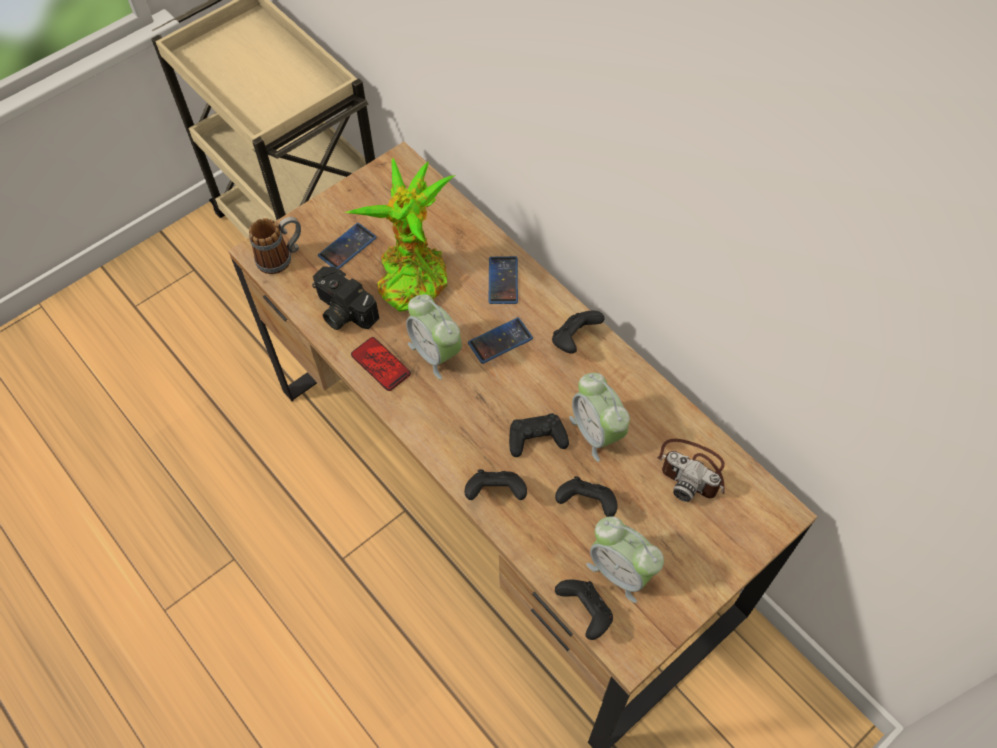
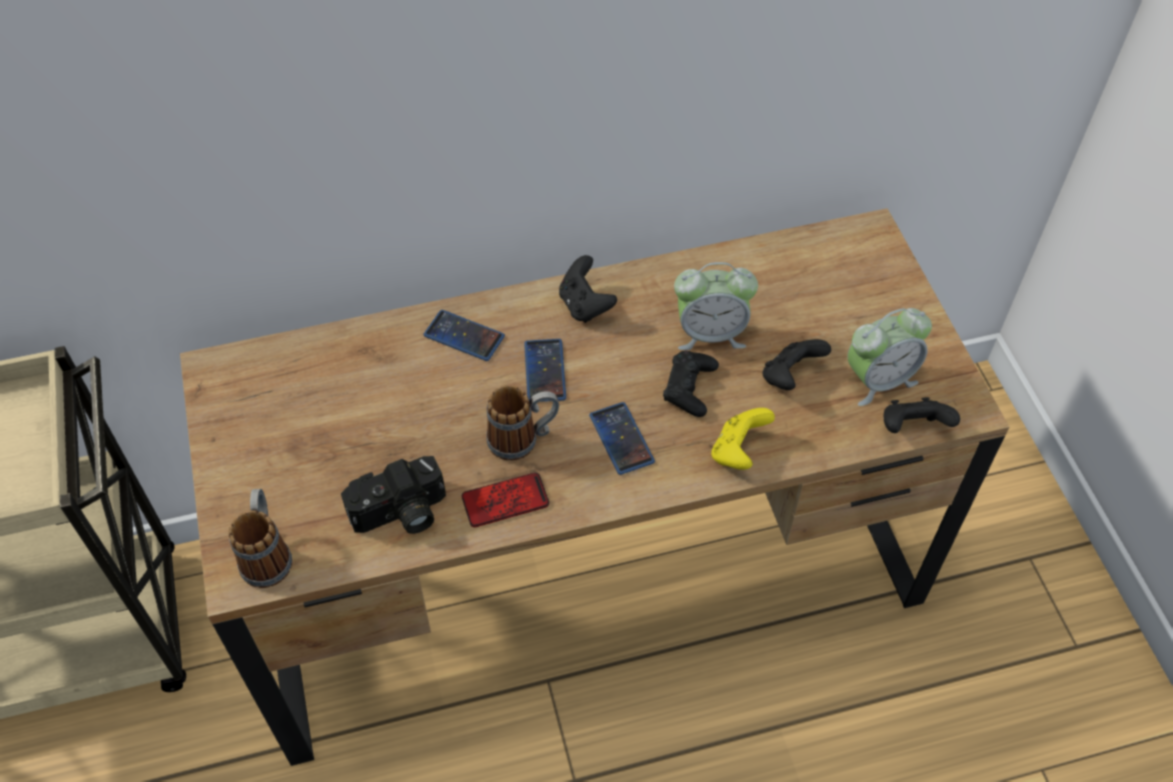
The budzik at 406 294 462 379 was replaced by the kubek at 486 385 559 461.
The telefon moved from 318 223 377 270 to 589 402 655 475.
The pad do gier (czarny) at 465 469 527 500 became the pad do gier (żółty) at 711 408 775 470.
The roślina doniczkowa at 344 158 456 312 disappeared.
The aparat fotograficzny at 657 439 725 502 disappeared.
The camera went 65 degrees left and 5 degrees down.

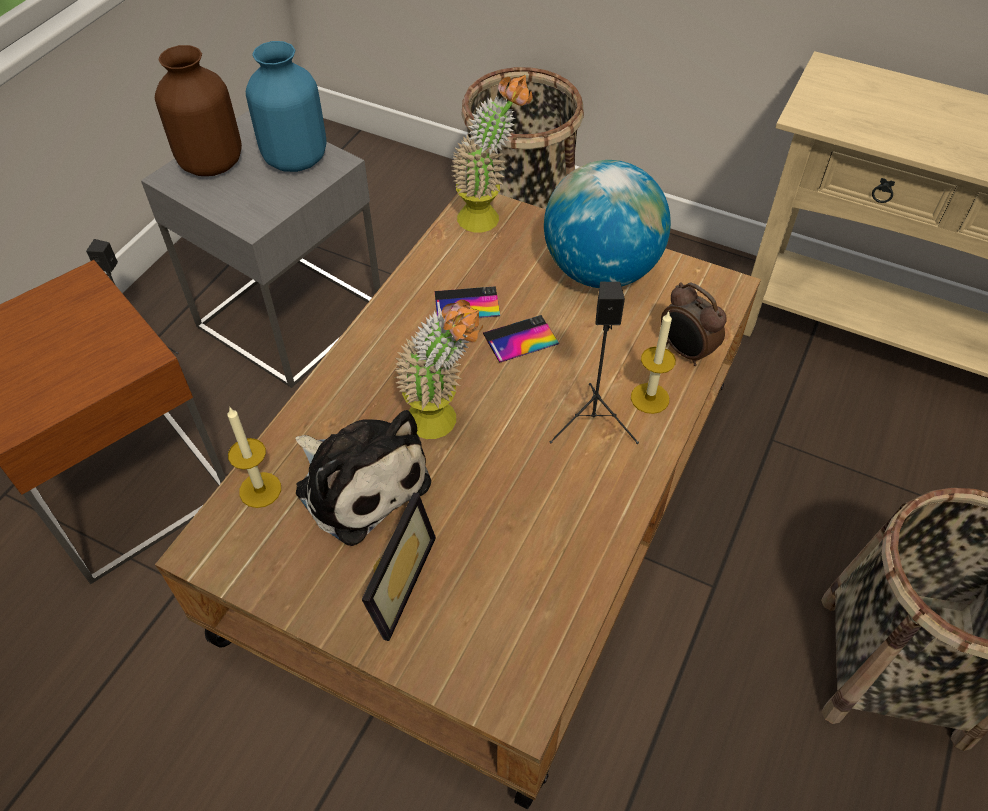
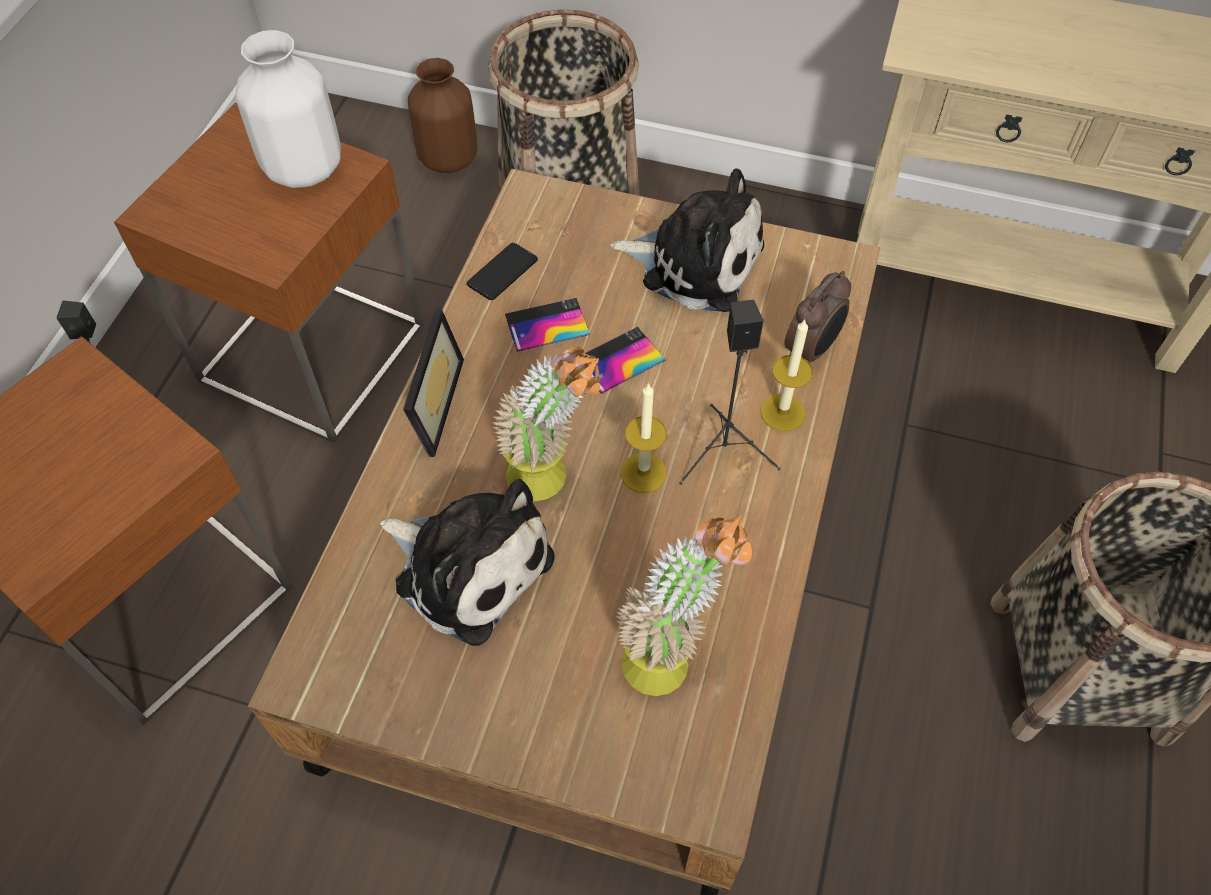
The stolik (szary) at 141 110 380 388 became the stolik (brązowy) at 114 103 424 443.
The wazon (niebieski) at 246 41 326 172 became the wazon (biały) at 236 30 341 188.
The ramka na zdjęcie moved from 361 492 436 641 to 403 309 464 457.
The wazon (brązowy) moved from 155 45 242 176 to 408 58 478 173.
The telefon at 467 243 538 300 appeared.
The globus at 544 160 671 288 was replaced by the pluszak at 610 168 764 312.
The roślina doniczkowa moved from 452 75 532 232 to 616 516 753 696.
The świeca moved from 227 408 281 508 to 621 383 667 493.
The budzik at 661 282 727 366 turned 90 degrees counterclockwise.
The camera went 10 degrees left and 5 degrees up.

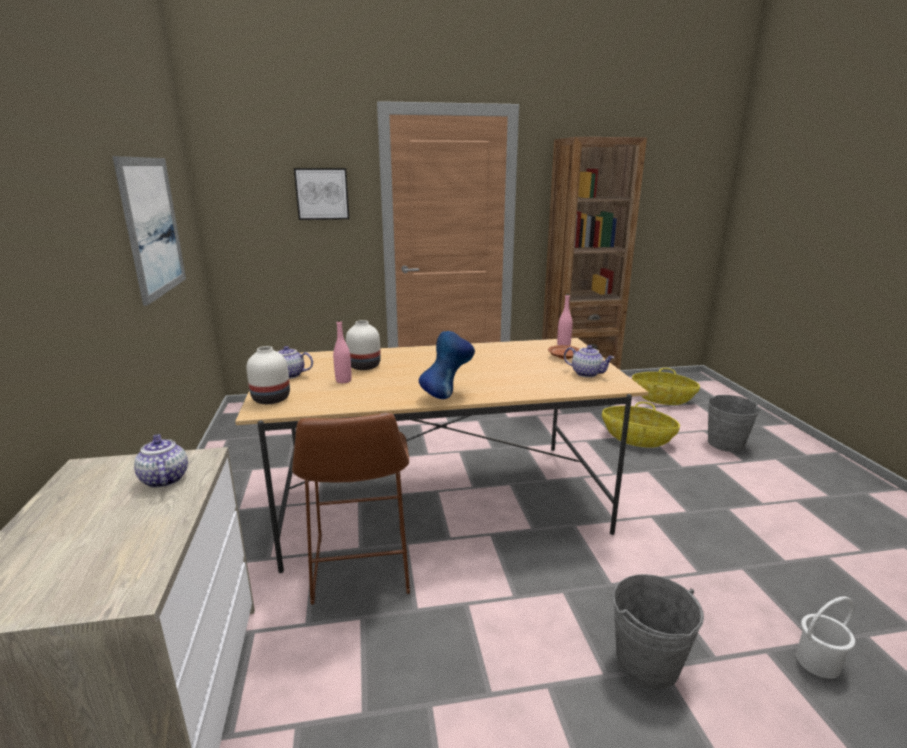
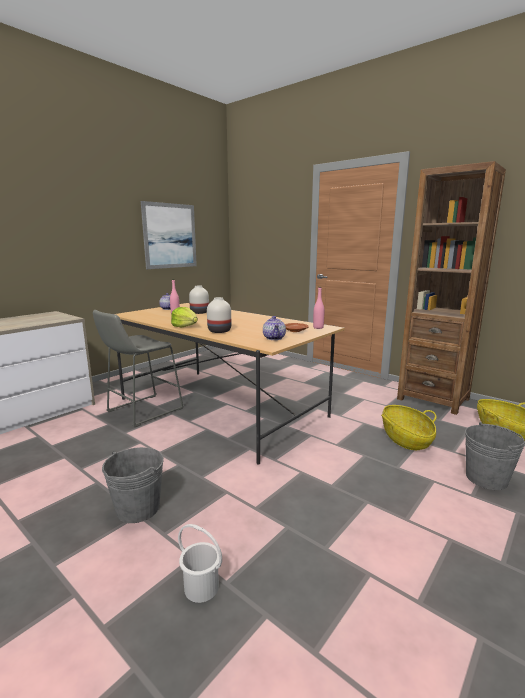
The stołek (brązowy) at 292 413 410 605 became the stołek (szary) at 93 310 184 427.
The wazon (niebieski) at 419 331 475 399 was replaced by the sałata at 171 307 198 328.
The wazon (biały) moved from 246 346 290 404 to 207 297 231 333.
The imbryk at 134 434 188 488 disappeared.
The obraz at 294 168 349 220 disappeared.
The camera went 50 degrees right and 5 degrees down.

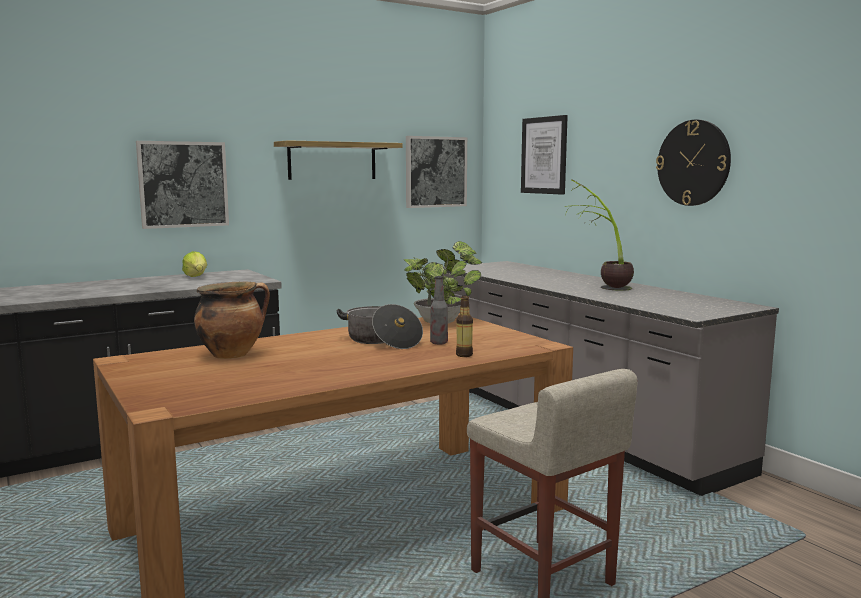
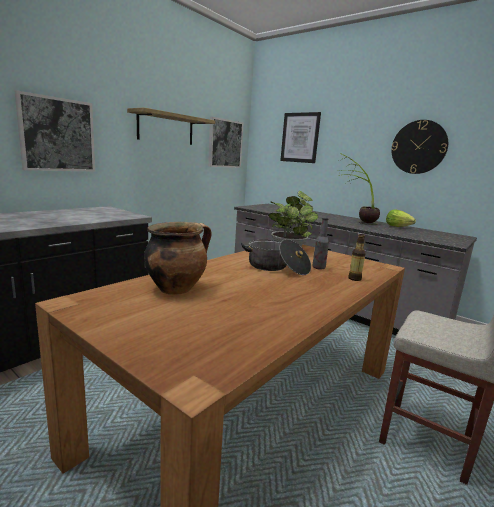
The sałata moved from 182 251 207 277 to 386 209 416 227.
The camera went 20 degrees left and 5 degrees up.

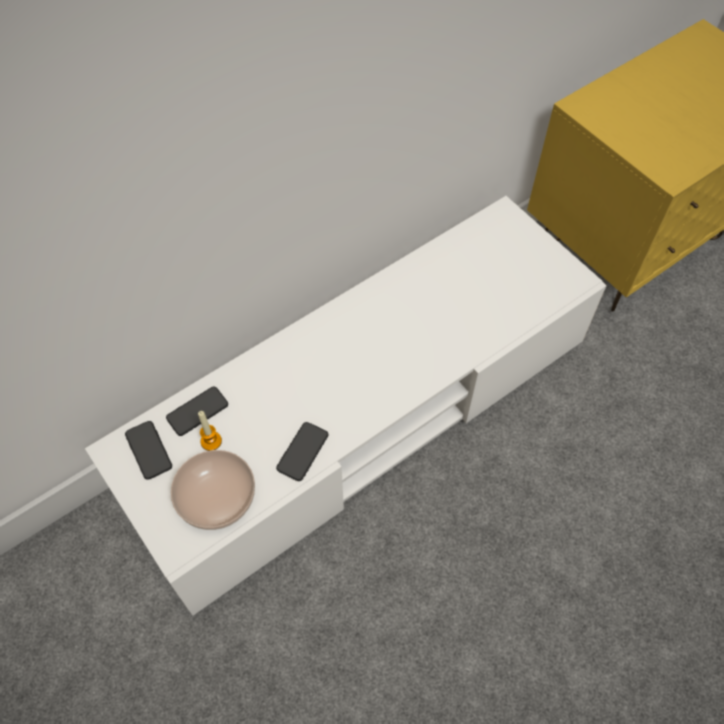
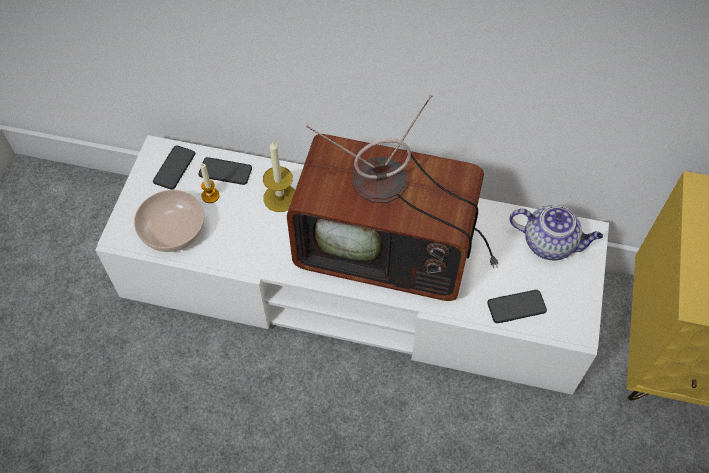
The świeca at 263 141 295 212 appeared.
The telewizor at 287 94 498 301 appeared.
The telefon moved from 276 422 329 481 to 488 290 547 323.
The imbryk at 510 205 603 260 appeared.
The camera went 50 degrees right and 0 degrees up.

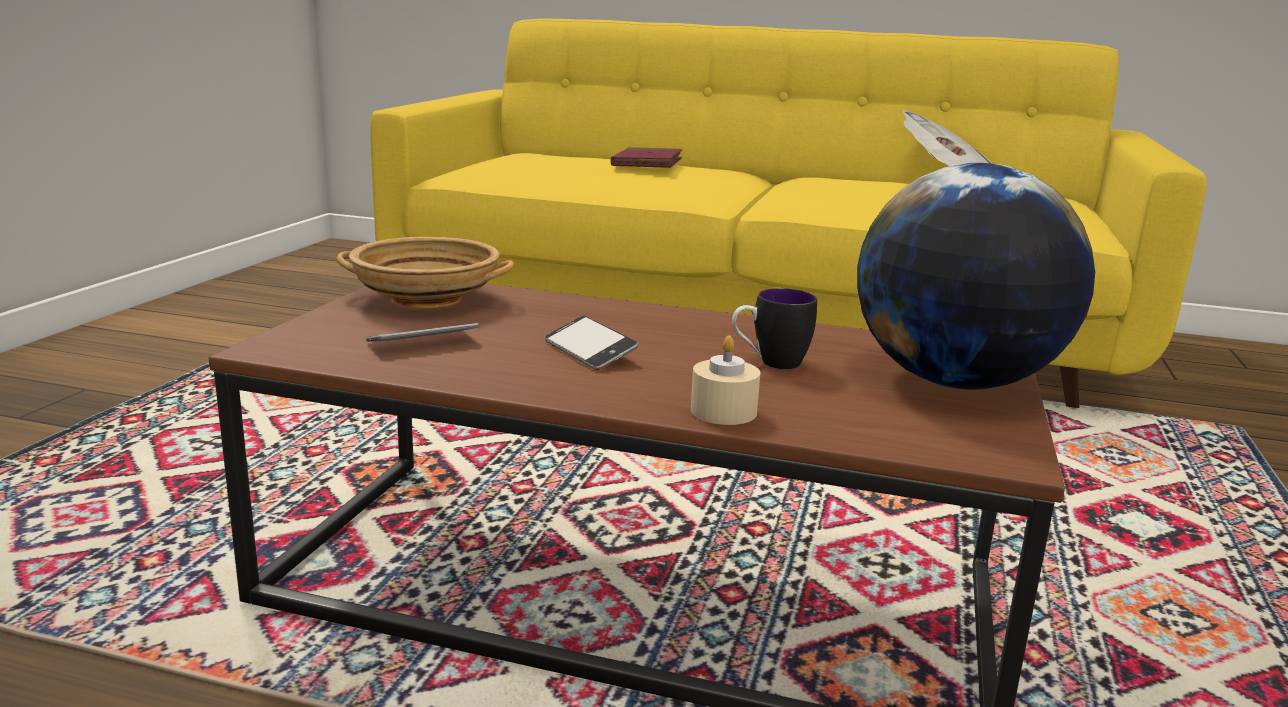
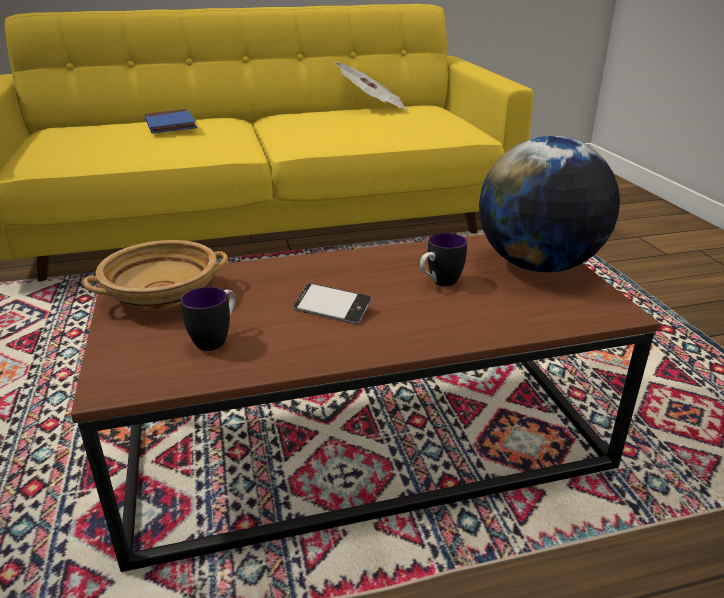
The książka (czerwony) at 611 147 682 168 became the książka (niebieski) at 145 109 197 134.
The telefon at 366 323 479 342 was replaced by the kubek at 181 287 236 351.
The świeca (beżowy) at 691 335 760 425 disappeared.
The camera went 30 degrees left and 10 degrees up.

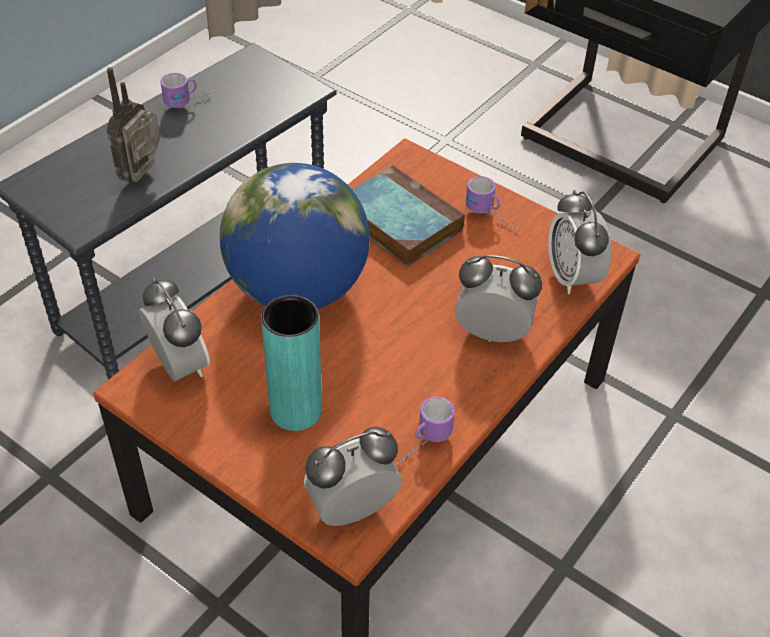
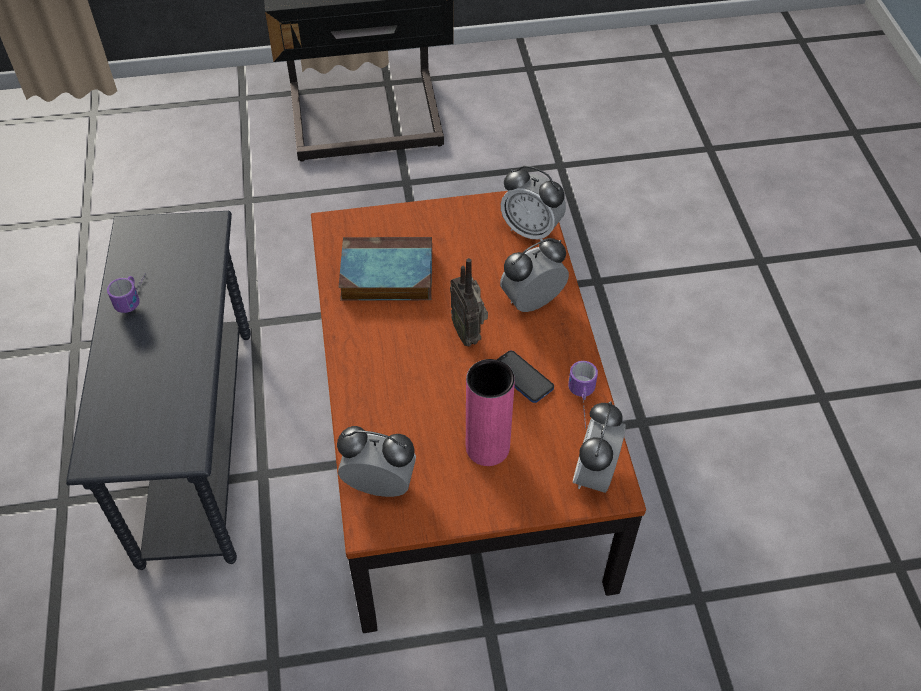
The radio moved from 107 67 160 182 to 450 258 488 347.
The wazon (turkusowy) at 261 295 322 431 became the wazon (różowy) at 466 359 515 466.
The telefon at 496 351 554 403 appeared.
The globus at 220 163 370 309 disappeared.
The kubek at 466 176 518 231 disappeared.
The camera went 45 degrees left and 5 degrees up.

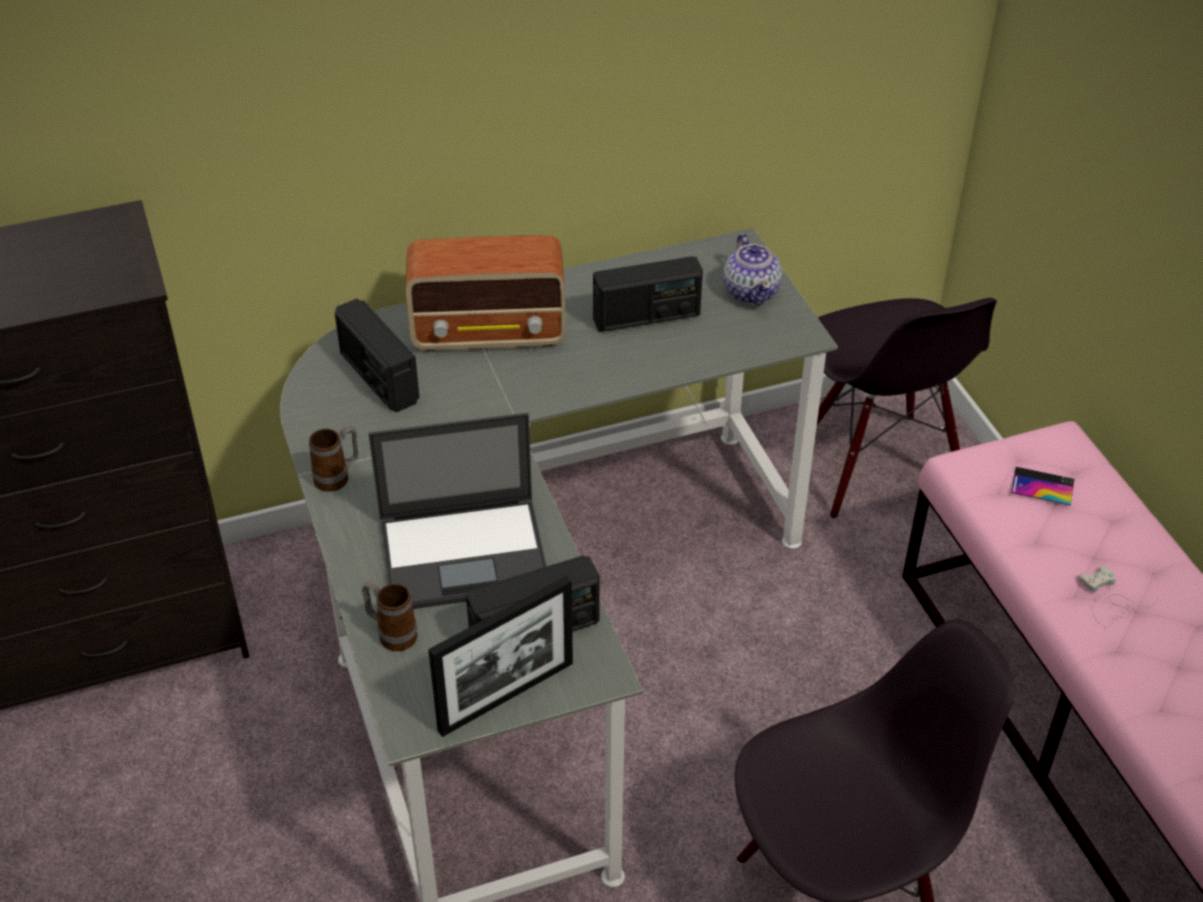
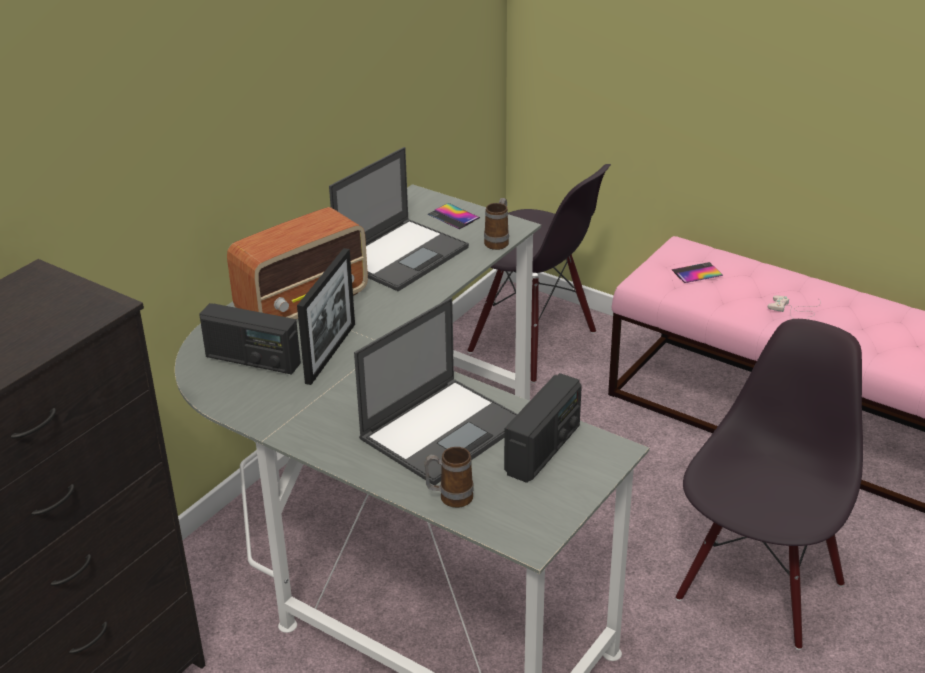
The ramka na zdjęcie moved from 428 576 573 737 to 297 248 355 385.
The radio at 593 256 703 332 was replaced by the laptop at 329 147 469 291.
The imbryk at 723 234 782 305 was replaced by the telefon at 428 203 480 229.
The kubek moved from 309 426 358 492 to 484 198 509 250.
The camera went 35 degrees left and 10 degrees down.

